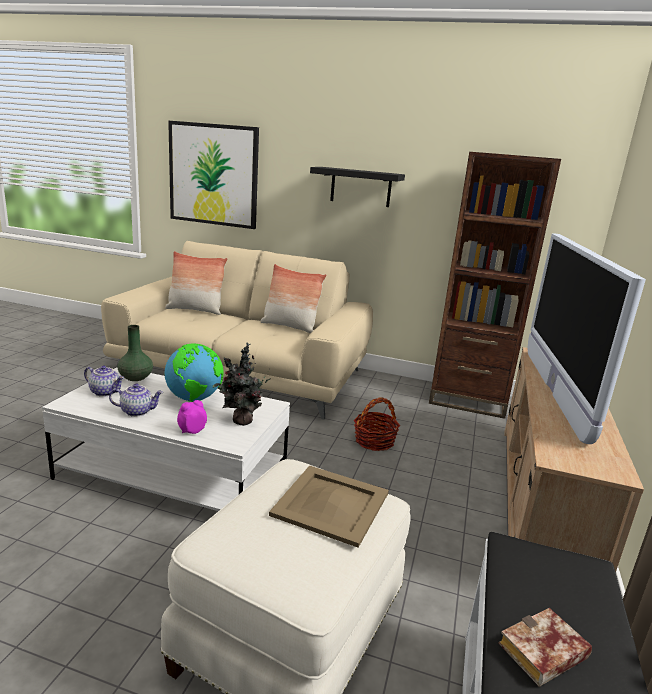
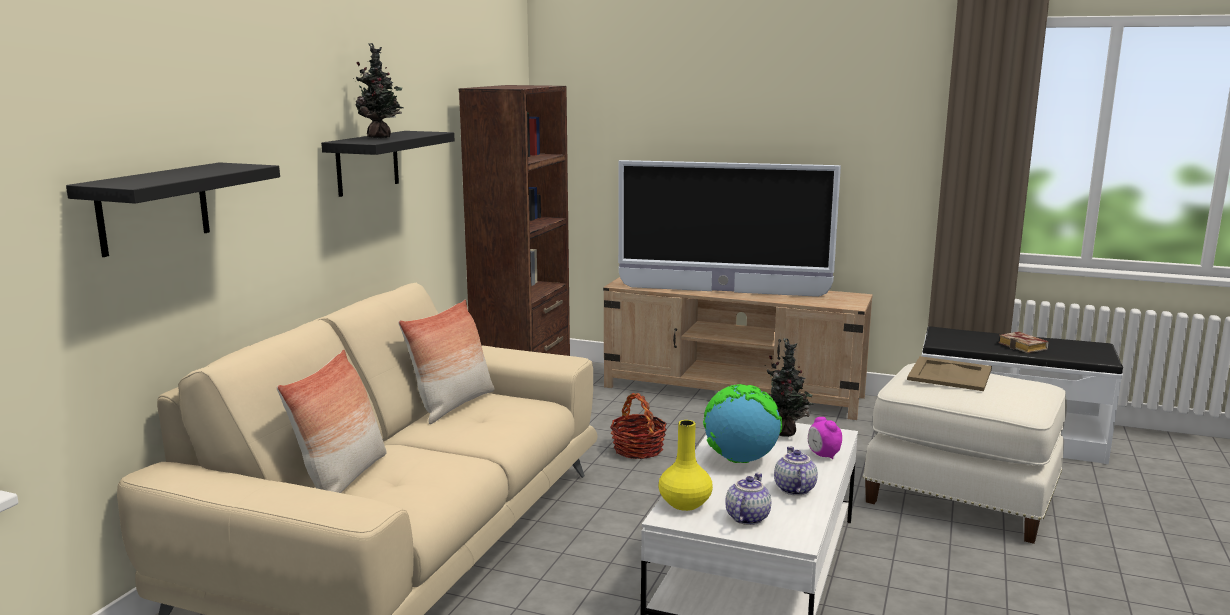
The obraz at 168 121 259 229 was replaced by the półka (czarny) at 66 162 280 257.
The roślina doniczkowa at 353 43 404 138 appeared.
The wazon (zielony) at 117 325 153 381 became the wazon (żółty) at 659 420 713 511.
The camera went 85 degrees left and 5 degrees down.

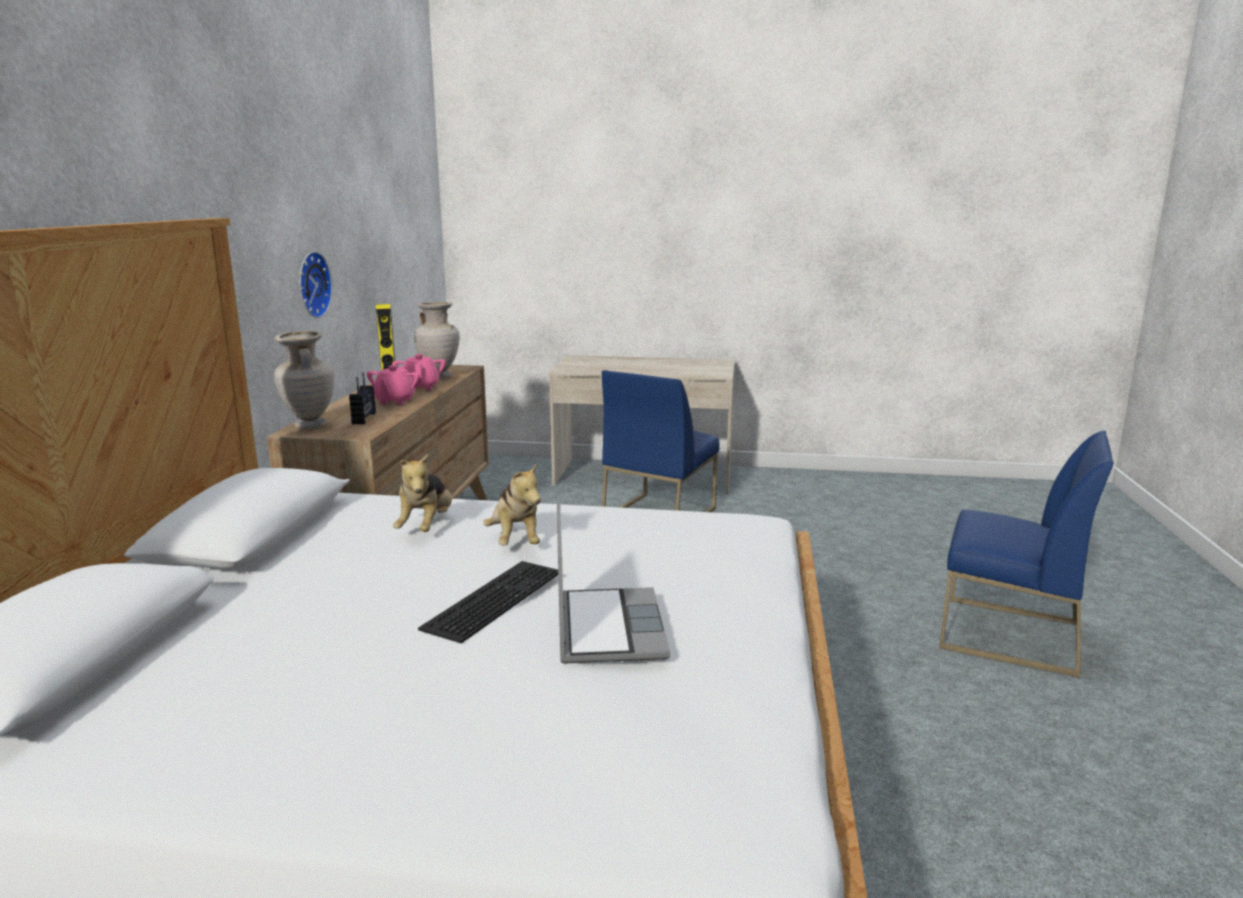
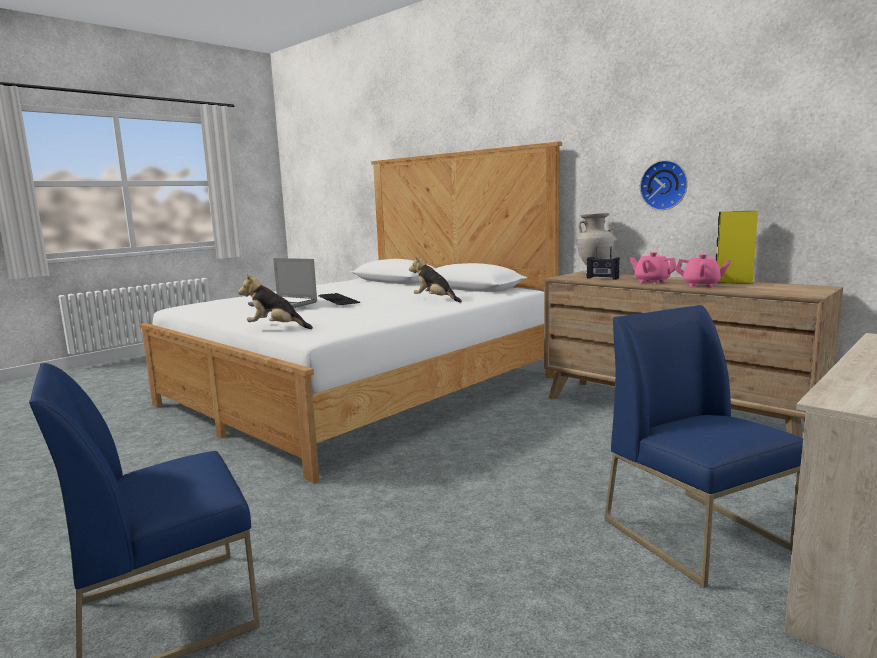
The pluszak moved from 483 463 541 546 to 238 274 313 329.
The wazon (beżowy) at 414 302 460 378 disappeared.
The camera went 125 degrees right and 5 degrees down.

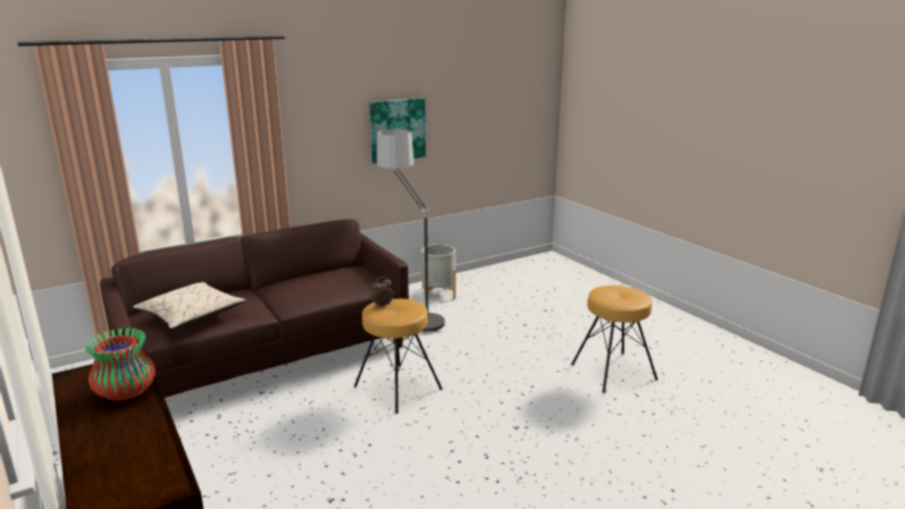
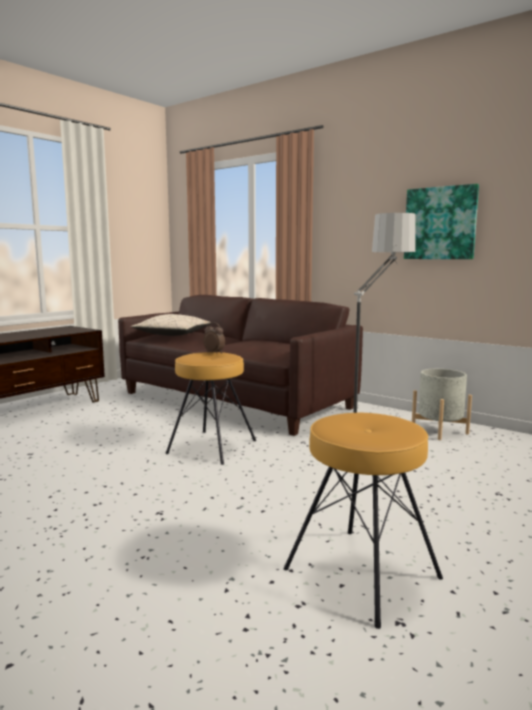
The wazon at 85 328 156 401 disappeared.
The camera went 70 degrees right and 10 degrees down.

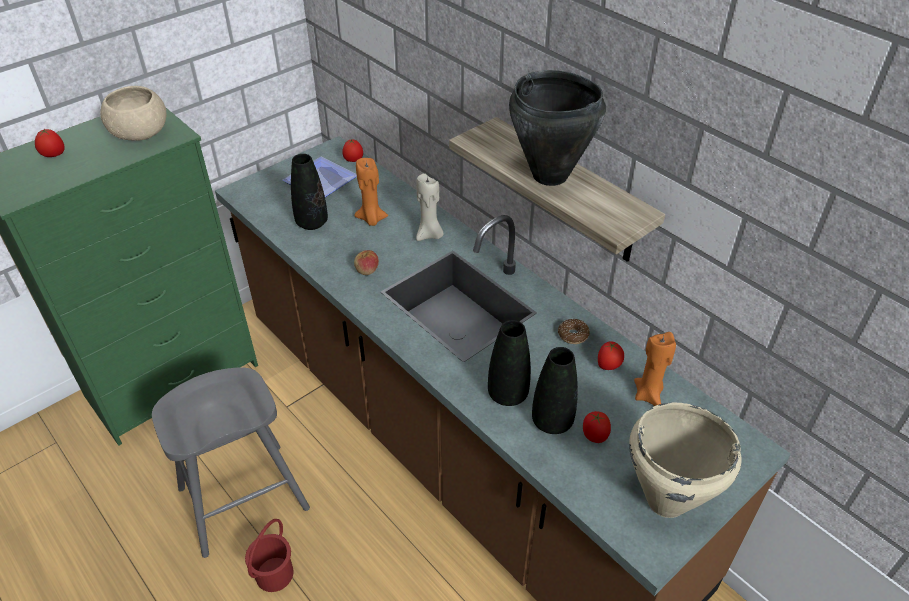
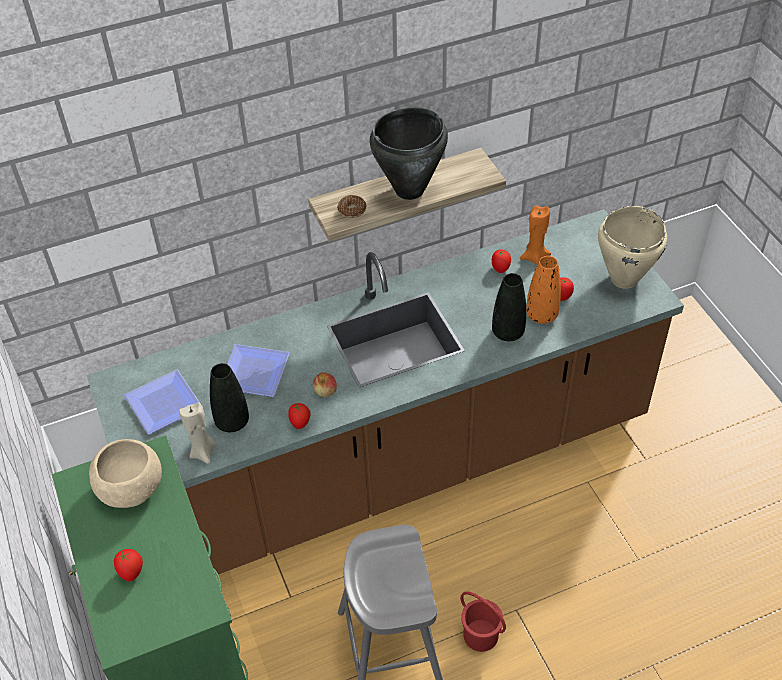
The świeca (beżowy) moved from 416 174 444 241 to 179 402 216 464.
The świeca (pomarańczowy) at 354 158 388 226 was replaced by the talerz at 227 344 290 397.
The pomidor moved from 342 139 363 162 to 288 403 310 429.
The donut moved from 558 319 590 344 to 337 195 367 218.
The wazon (czarny) at 532 347 578 434 became the wazon (pomarańczowy) at 526 256 561 324.
The camera went 70 degrees left and 5 degrees up.

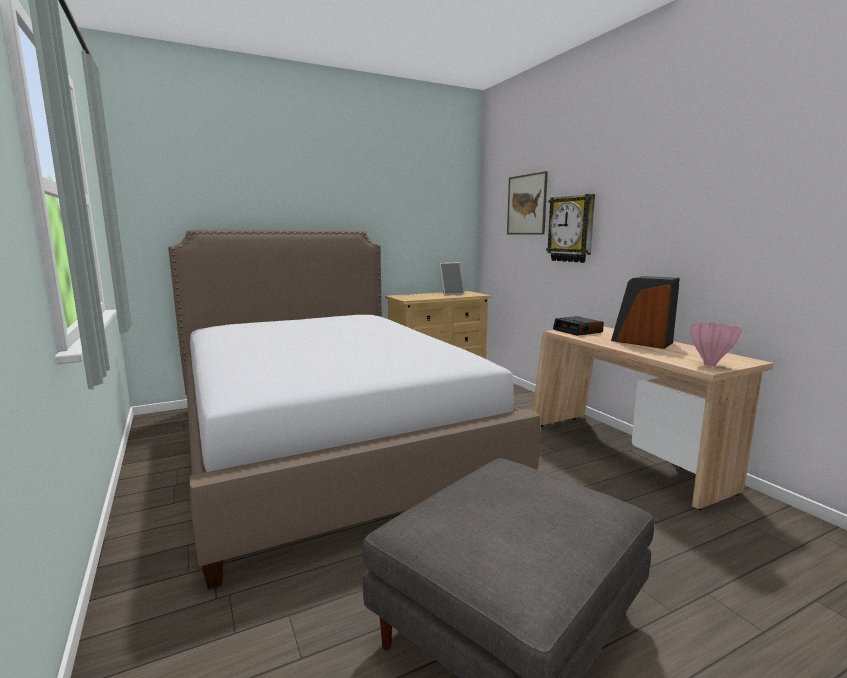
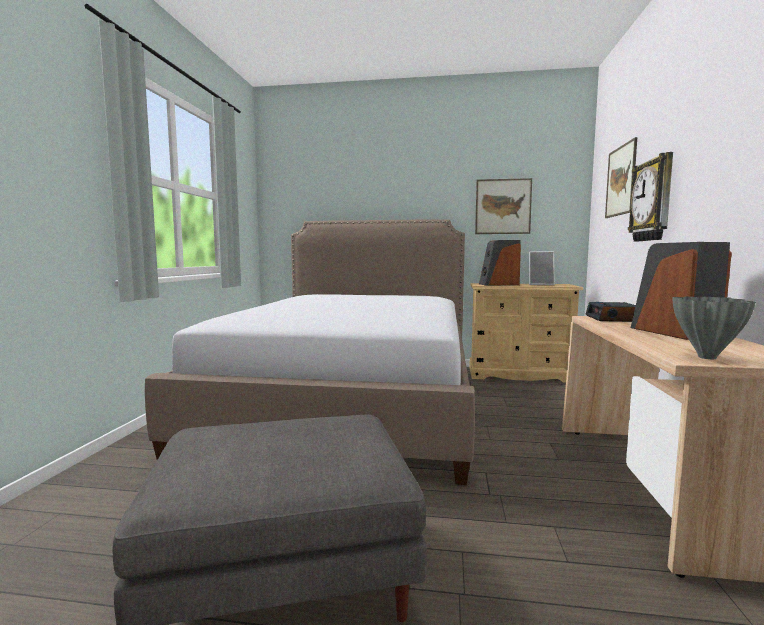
The obraz at 475 178 532 234 appeared.
The głośnik at 479 240 521 285 appeared.
The wazon (różowy) at 690 323 742 366 became the wazon (szary) at 672 297 756 359.
The camera went 35 degrees right and 5 degrees down.

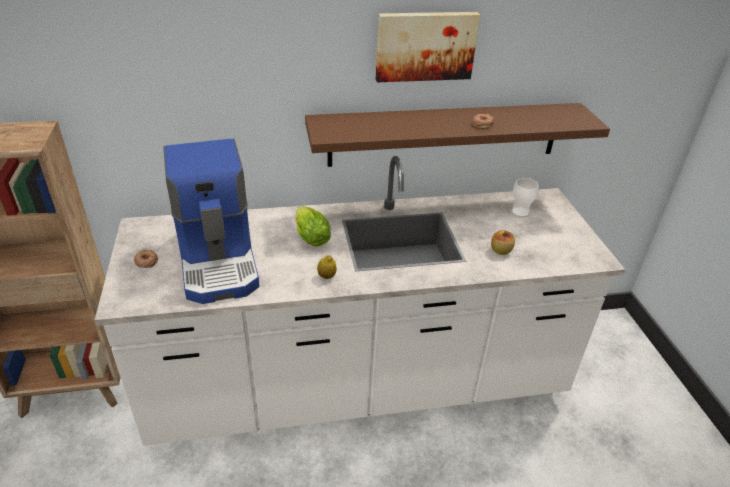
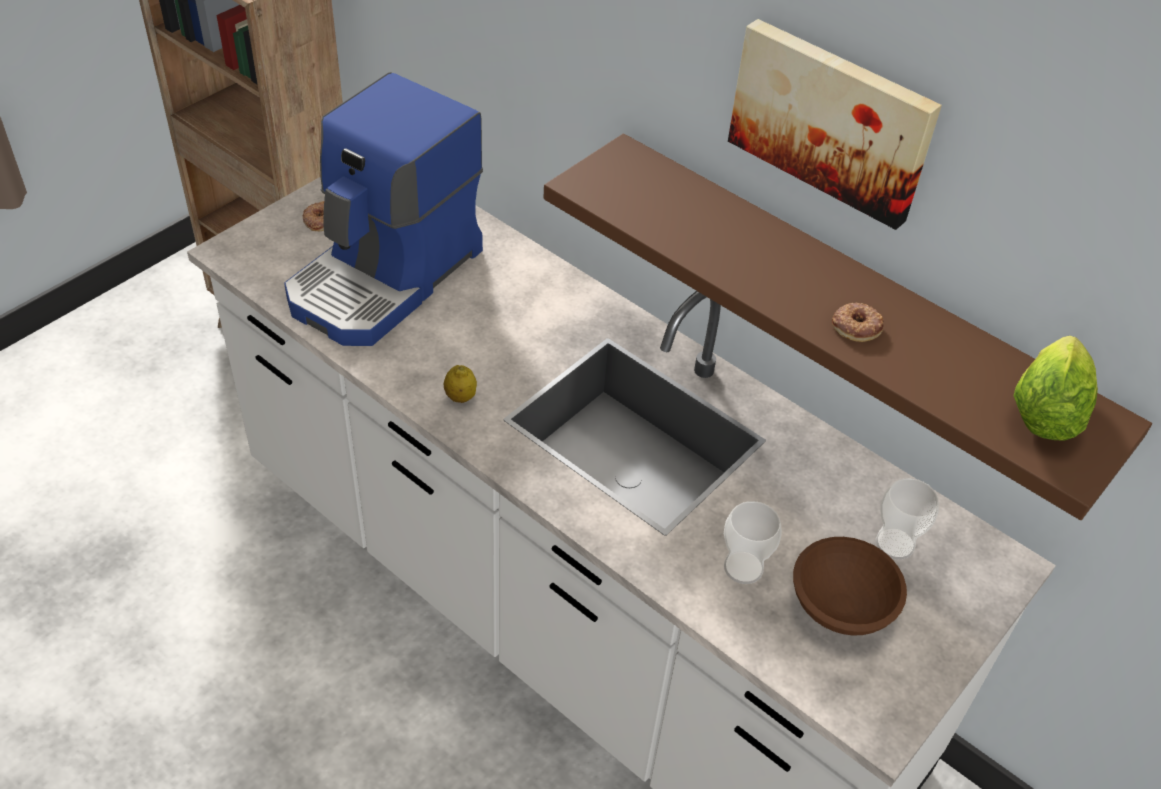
The jabłko at 491 230 515 255 was replaced by the filiżanka at 724 501 782 584.
The miska (brązowy) at 793 537 907 636 appeared.
The sałata moved from 295 206 331 247 to 1014 336 1098 441.
The camera went 50 degrees right and 10 degrees up.

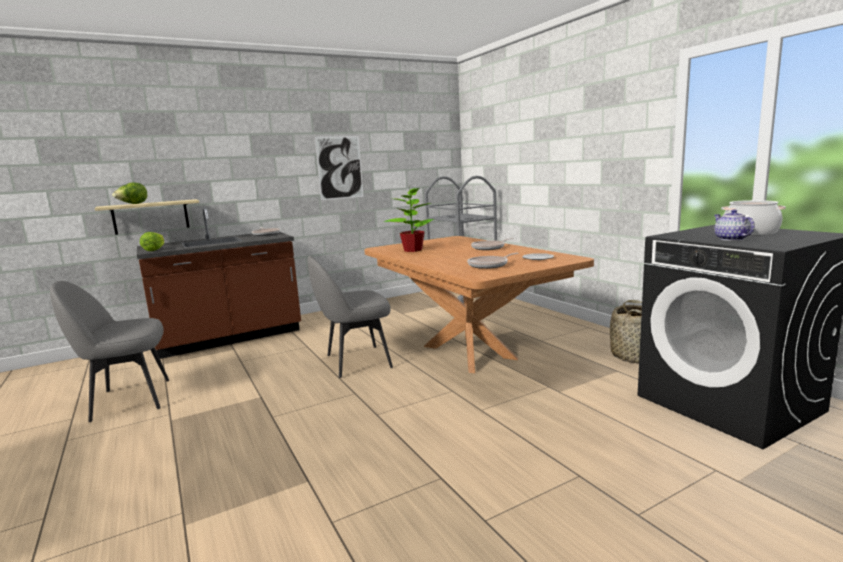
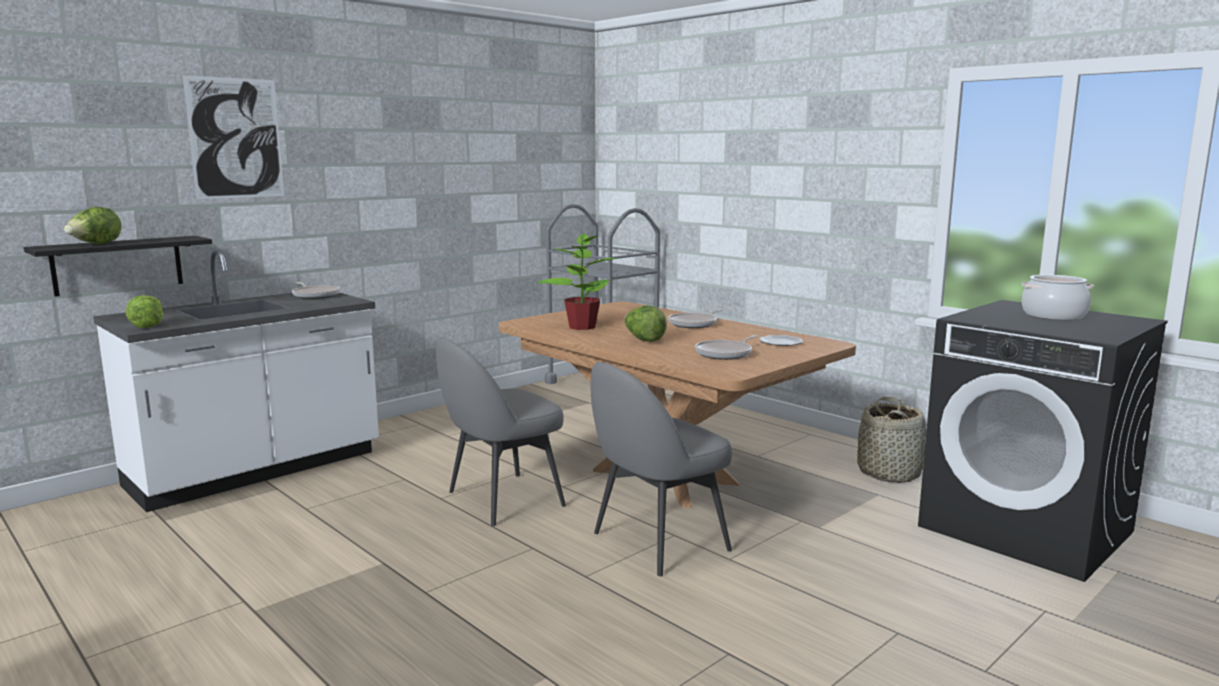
The półka (beżowy) at 95 199 199 235 became the półka (czarny) at 24 236 212 297.
The zabudowa kuchenna (brązowy) at 137 207 301 359 became the zabudowa kuchenna (biały) at 93 250 379 512.
The obraz moved from 315 136 364 200 to 183 75 284 199.
The krzesło (szary) moved from 50 281 169 422 to 591 362 732 576.
The sałata at 624 305 667 342 appeared.
The imbryk at 714 209 755 241 disappeared.
The camera went 15 degrees left and 0 degrees up.

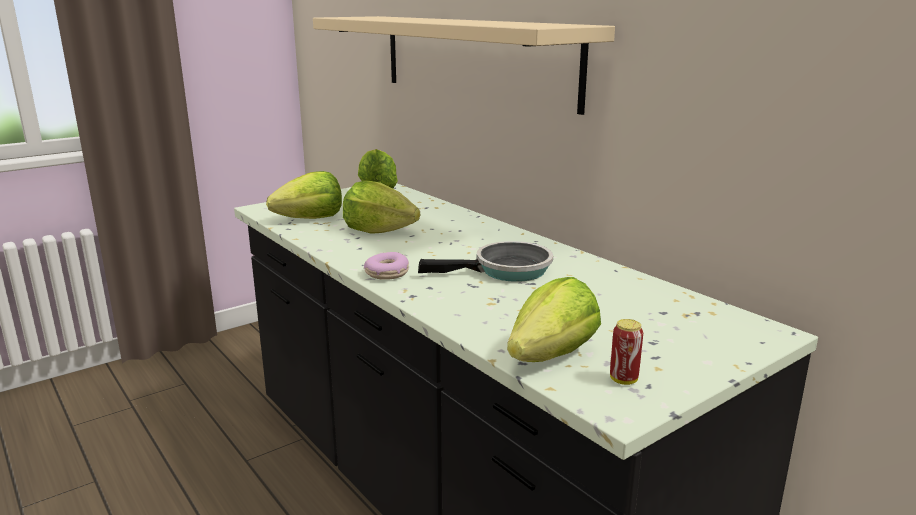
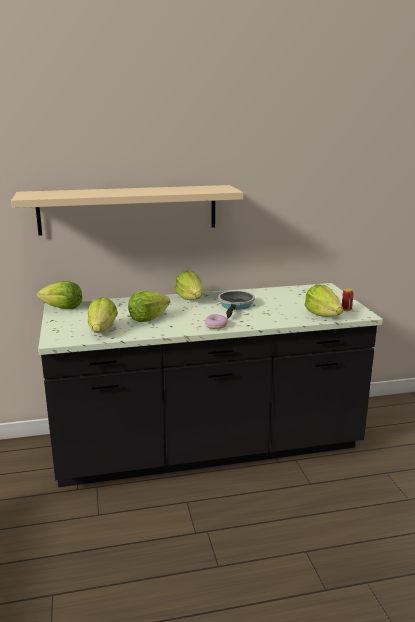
The sałata at 175 271 203 300 appeared.
The camera went 65 degrees left and 0 degrees up.

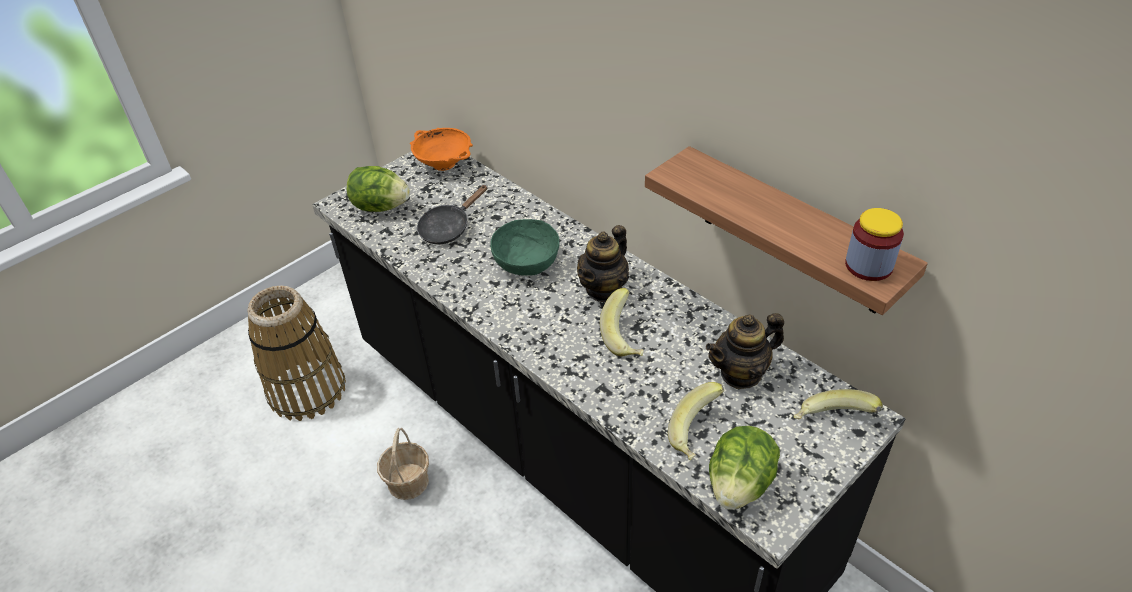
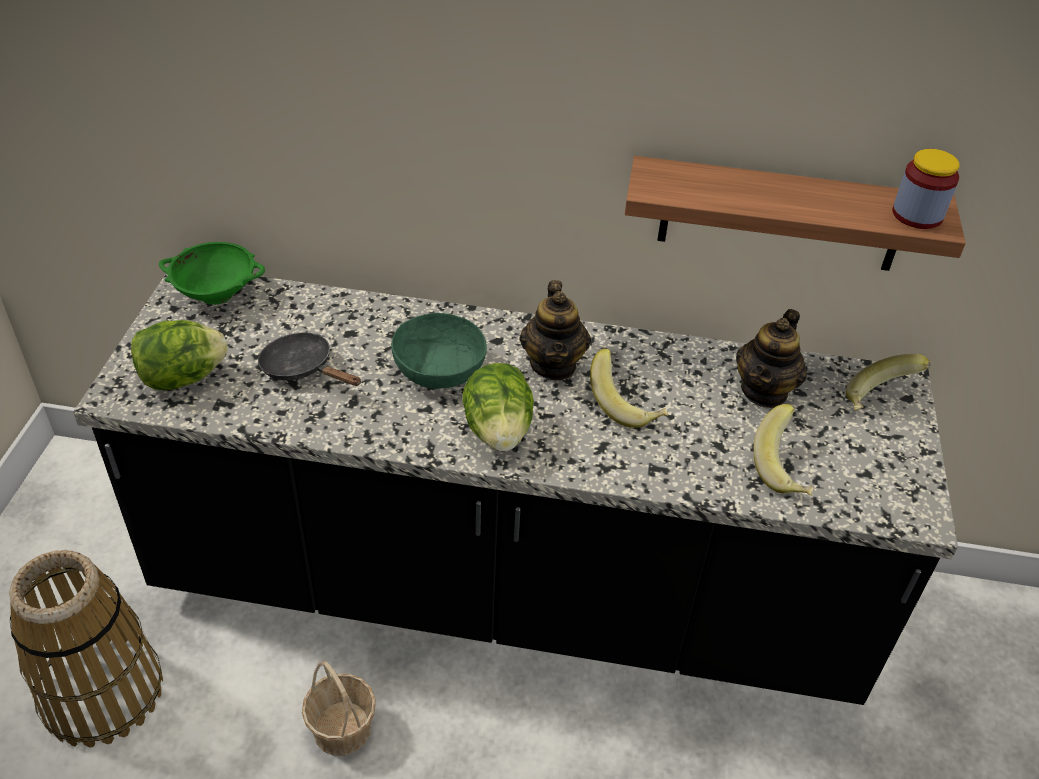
The miska (pomarańczowy) at 410 128 473 171 became the miska (zielony) at 159 242 265 305.
The patelnia (czarny) at 417 185 488 244 turned 120 degrees clockwise.
The sałata moved from 709 426 780 510 to 462 363 534 451.
The camera went 40 degrees left and 0 degrees up.

